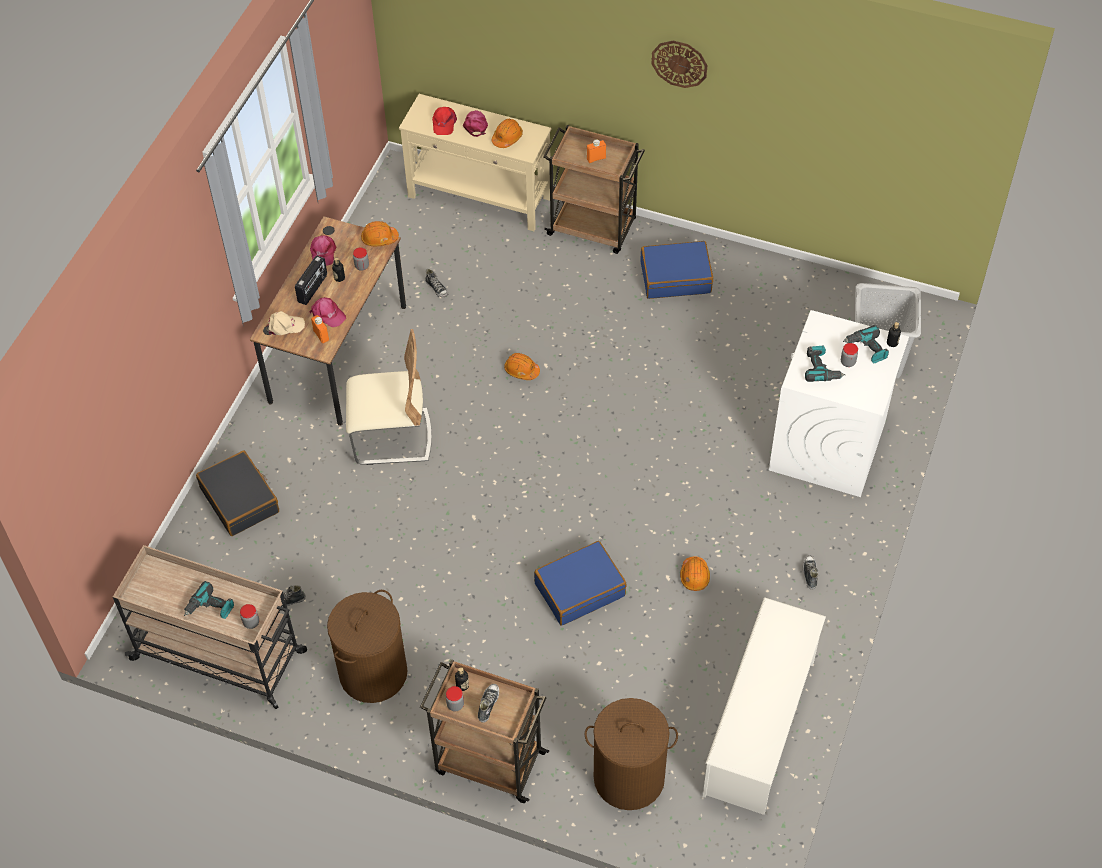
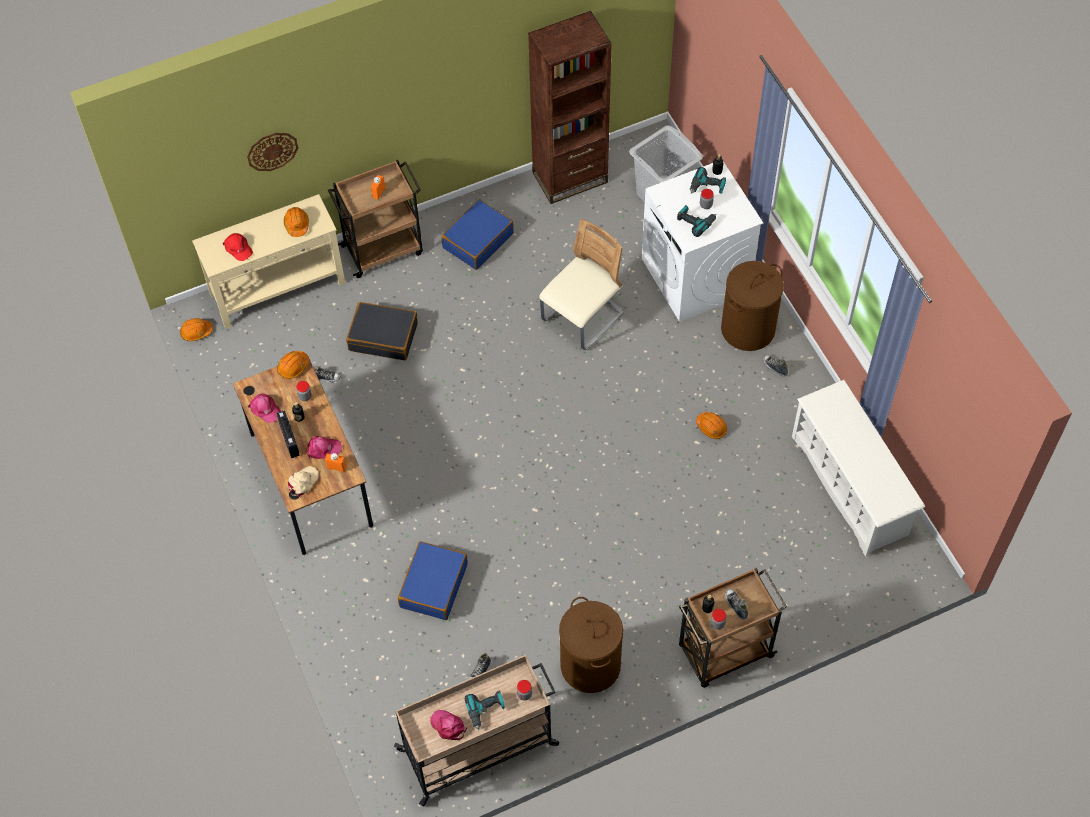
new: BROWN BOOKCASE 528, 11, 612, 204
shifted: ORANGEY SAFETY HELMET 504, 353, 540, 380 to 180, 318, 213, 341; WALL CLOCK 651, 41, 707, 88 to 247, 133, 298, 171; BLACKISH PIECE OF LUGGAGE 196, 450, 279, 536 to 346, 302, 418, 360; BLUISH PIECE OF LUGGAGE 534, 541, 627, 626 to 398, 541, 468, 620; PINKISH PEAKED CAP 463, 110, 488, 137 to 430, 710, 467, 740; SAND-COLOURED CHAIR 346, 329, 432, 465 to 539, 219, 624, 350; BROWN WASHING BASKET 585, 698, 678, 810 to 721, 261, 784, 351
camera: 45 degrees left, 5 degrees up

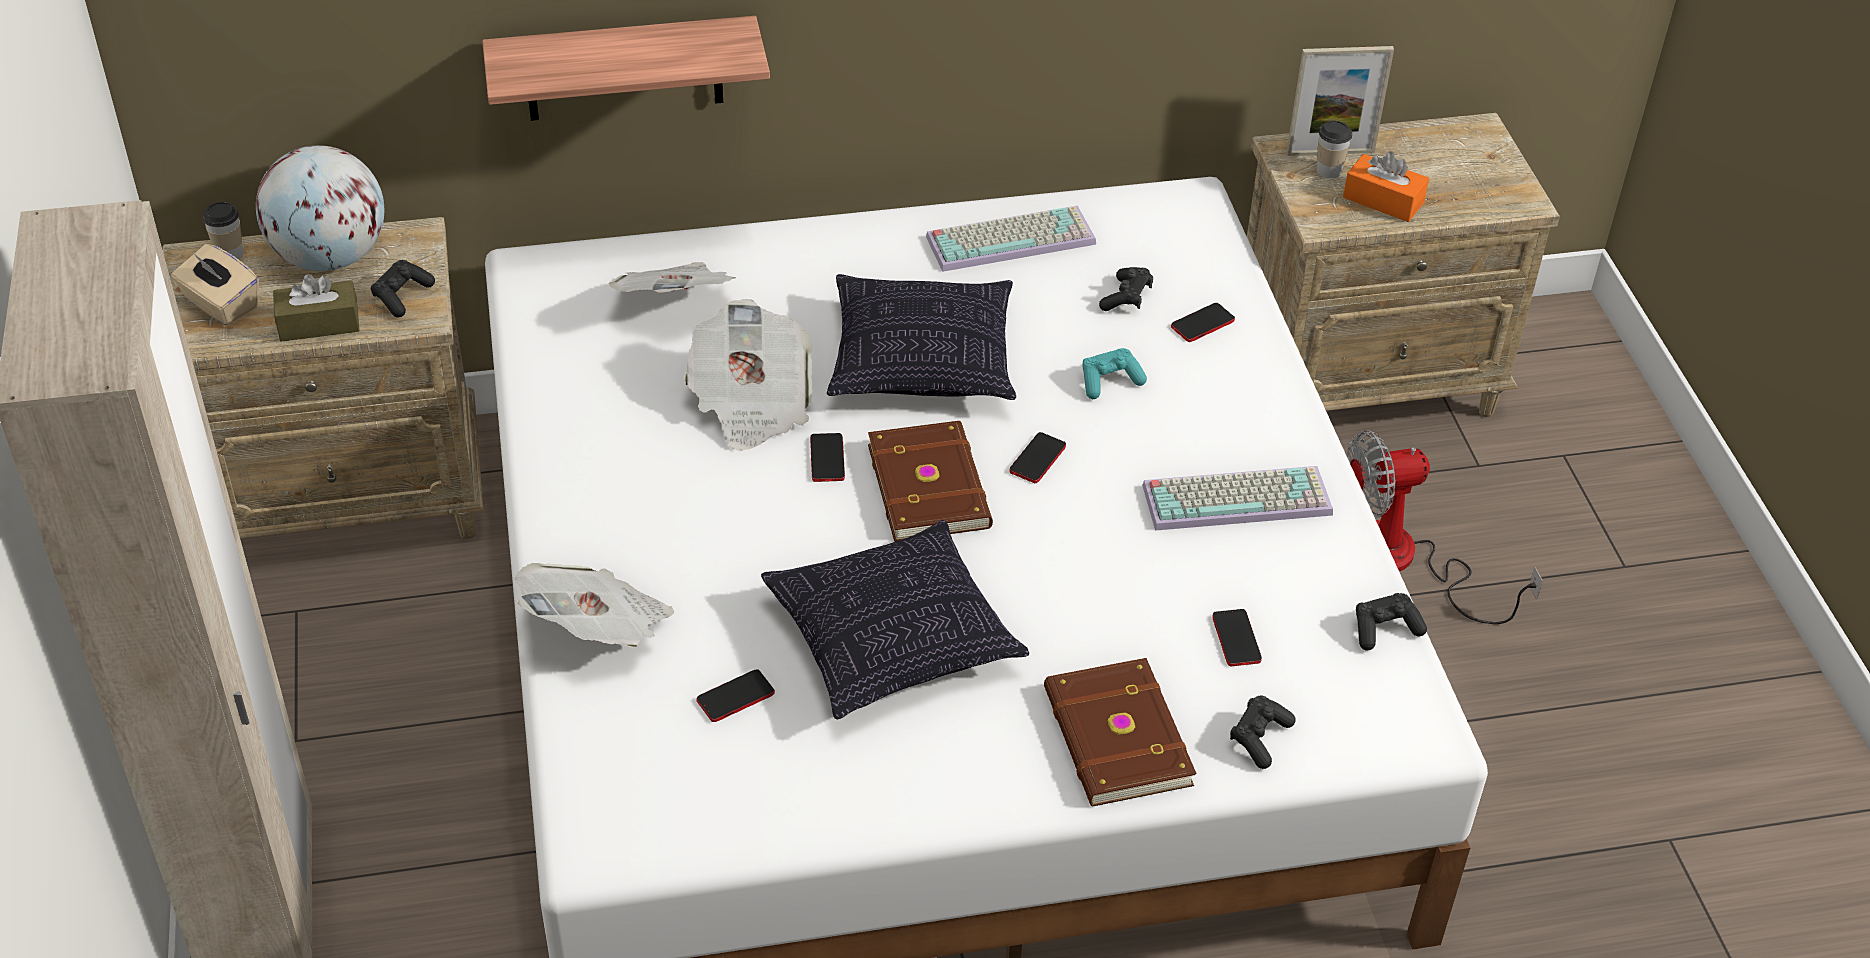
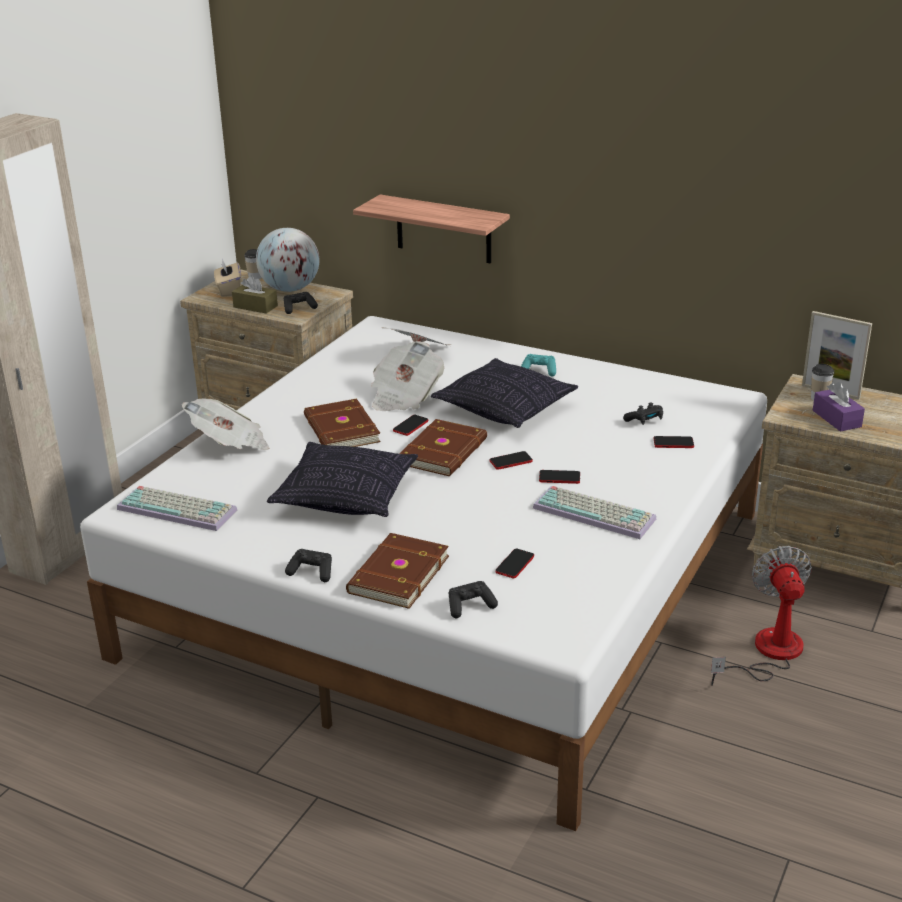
new: BROWN VOLUME 304, 398, 381, 447
shifted: PC KEYBOARD 926, 205, 1096, 272 to 117, 486, 237, 531; BLACKISH GAMEPAD 1356, 593, 1427, 650 to 285, 549, 332, 582; TURQUOISE-COLOURED GAMEPAD 1083, 348, 1147, 399 to 521, 354, 556, 376; TELEPHONE 696, 669, 775, 722 to 539, 470, 580, 484
repainted: ORANGEY TISSUE BOX 1343, 151, 1429, 222 to PURPLE-COLOURED TISSUE BOX 813, 382, 865, 432
rotated: ELECTRIC FAN 1347, 430, 1543, 624 = 711, 546, 812, 686 60 degrees clockwise
camera: 40 degrees right, 15 degrees down

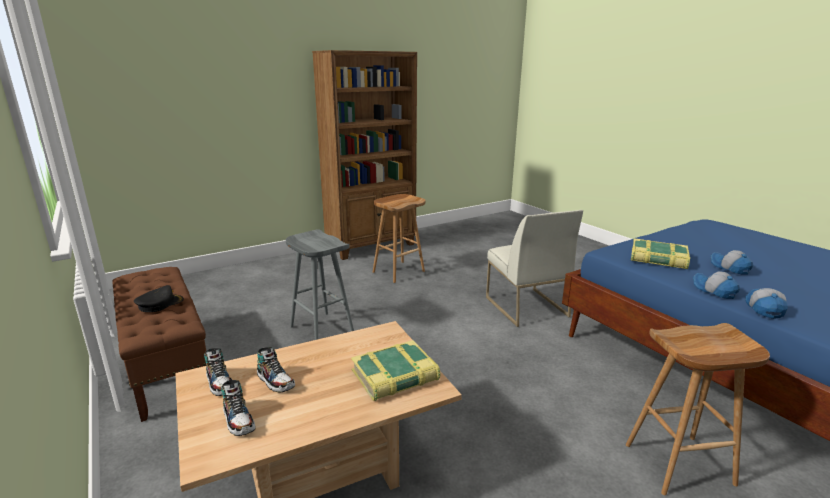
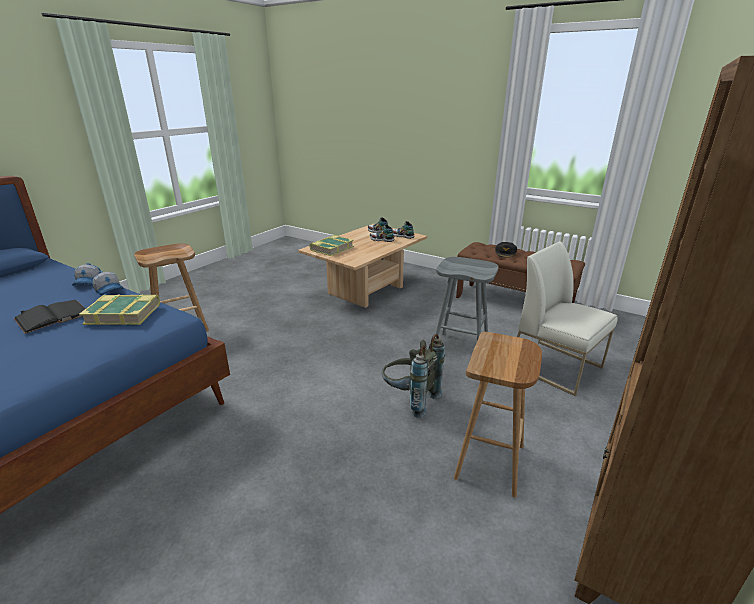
new: GREYISH RUCKSACK 382, 334, 445, 418
shifted: WHITE CHAIR 486, 210, 583, 327 to 517, 241, 618, 396
swapped: PEAKED CAP 711, 250, 753, 275 to BLACKISH VOLUME 14, 300, 86, 334
camera: 155 degrees right, 5 degrees up

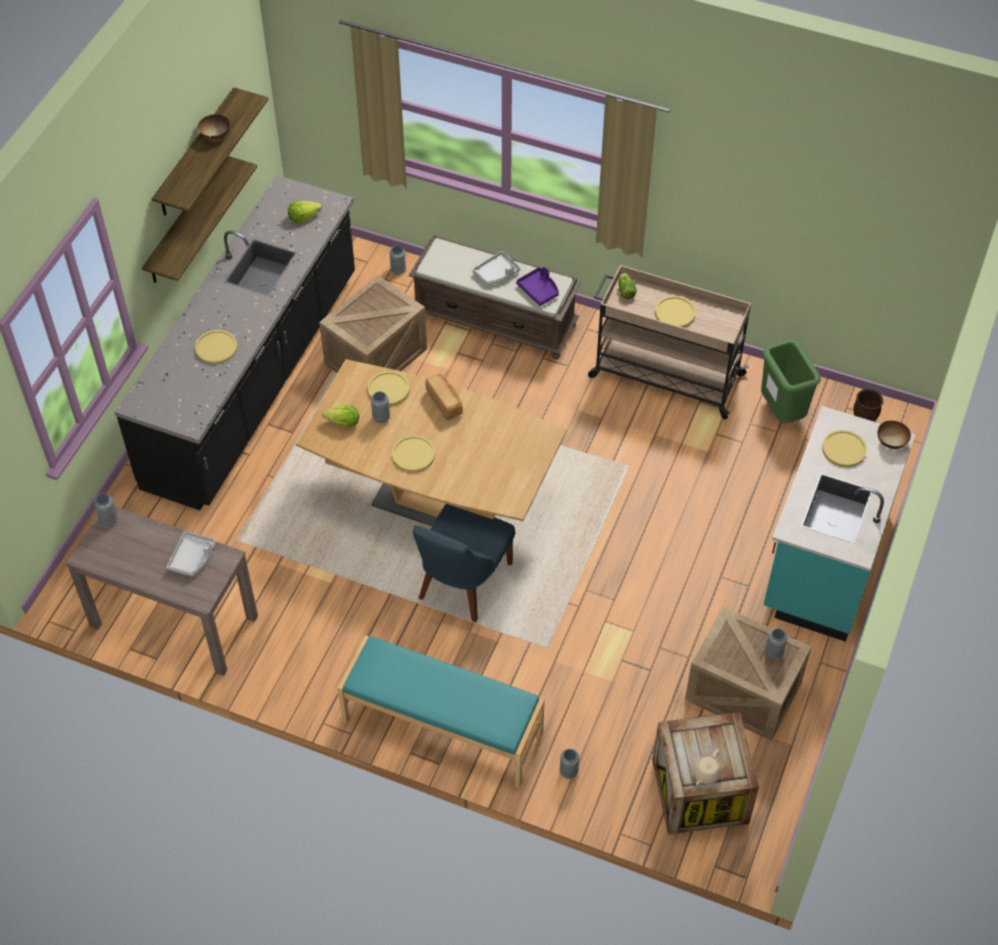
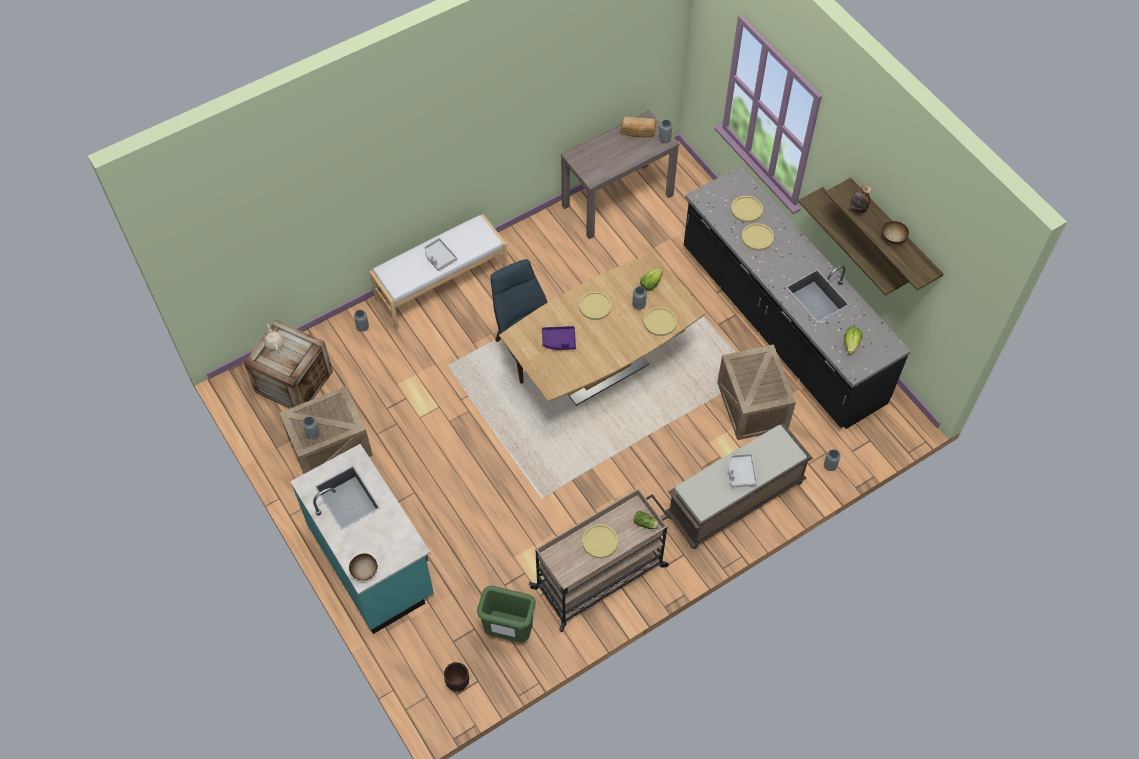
new: BOTTLE 850, 184, 872, 214
shifted: GREYISH TRAY 167, 531, 216, 576 to 424, 238, 457, 271; PURPLE-COLOURED TRAY 516, 267, 559, 306 to 542, 326, 576, 350; BAKERY BREAD 426, 374, 463, 420 to 621, 117, 656, 137; YELLOW-COLOURED FLAT DISH 822, 430, 867, 467 to 731, 196, 763, 222
repainted: TURQUOISE-COLOURED INDOOR BENCH 337, 635, 545, 788 to WHITE INDOOR BENCH 369, 214, 508, 330
camera: 125 degrees right, 5 degrees up

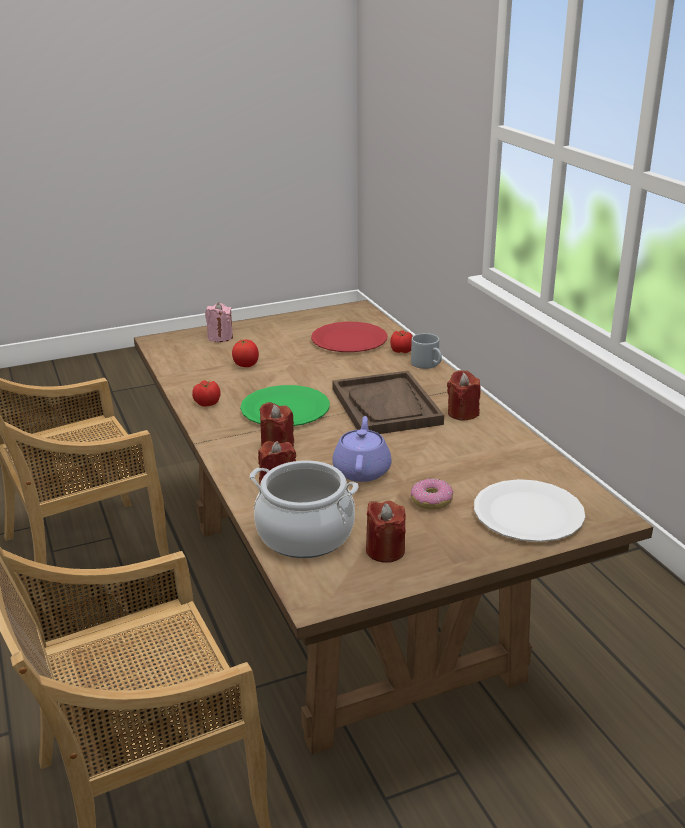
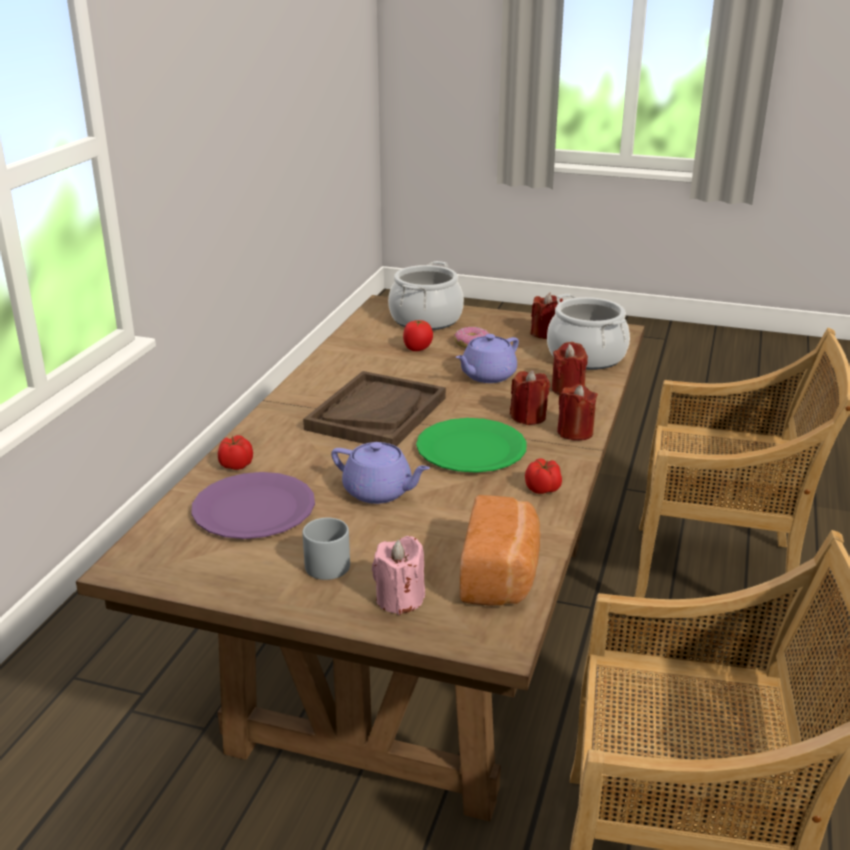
new: PURPLE-COLOURED TEA POT 331, 442, 430, 504; BAKERY BREAD 460, 495, 541, 605
shifted: GREYISH COFFEE MUG 411, 333, 442, 369 to 302, 518, 350, 580; TOMATO 232, 340, 259, 367 to 403, 320, 433, 351; RED WAX CANDLE 447, 370, 481, 421 to 557, 384, 598, 441
swapped: WHITE FLAT DISH 474, 479, 585, 542 to COOKING POT 388, 261, 464, 330
repainted: RED FLAT DISH 311, 322, 387, 352 to PURPLE-COLOURED FLAT DISH 191, 472, 315, 539
camera: 140 degrees left, 0 degrees up

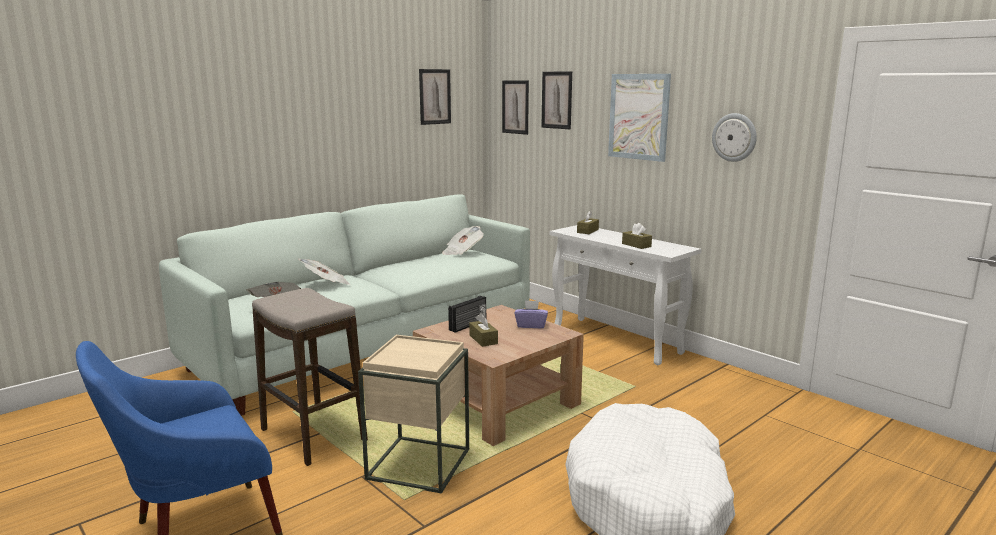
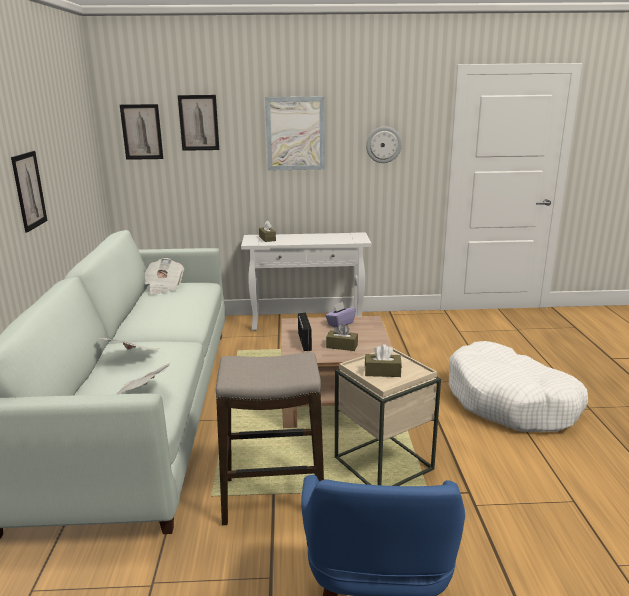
shifted: WALL PICTURE 419, 69, 451, 125 to 11, 151, 47, 233; BROWN TISSUE BOX 622, 223, 652, 249 to 365, 344, 402, 377
camera: 50 degrees left, 5 degrees up

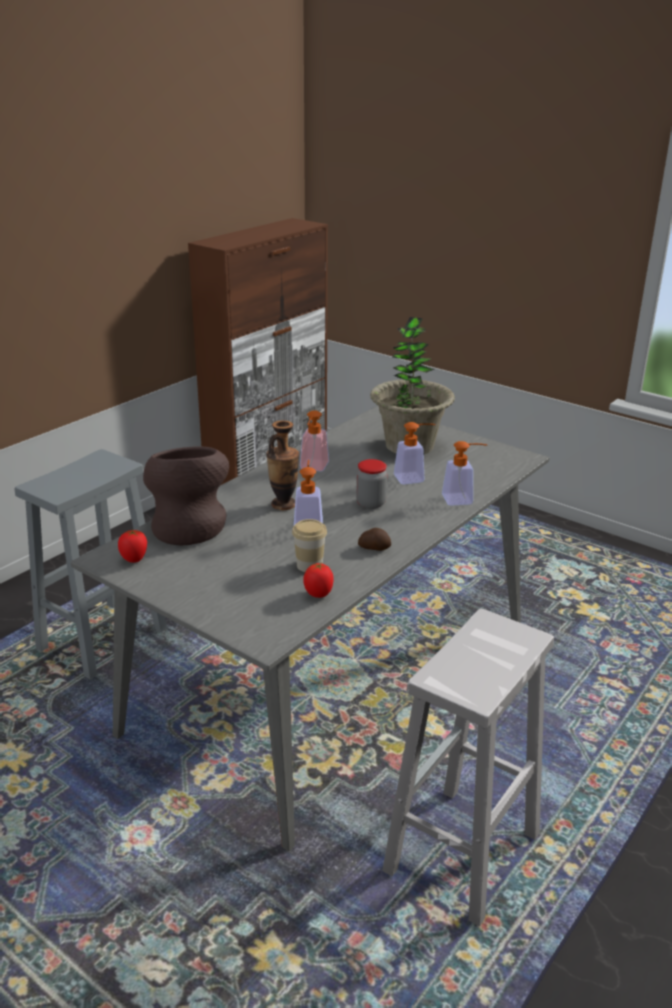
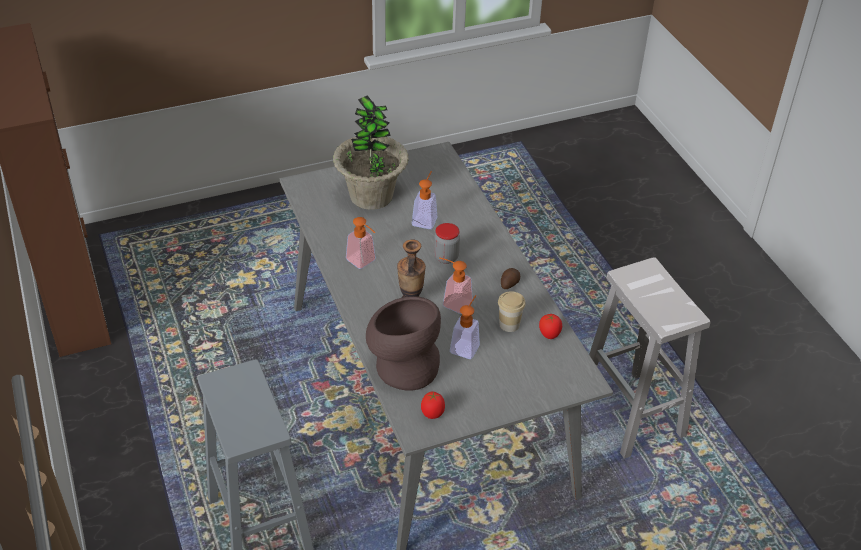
shifted: LIQUID SOAP BOTTLE 442, 441, 488, 506 to 450, 295, 480, 359
camera: 60 degrees left, 15 degrees up

